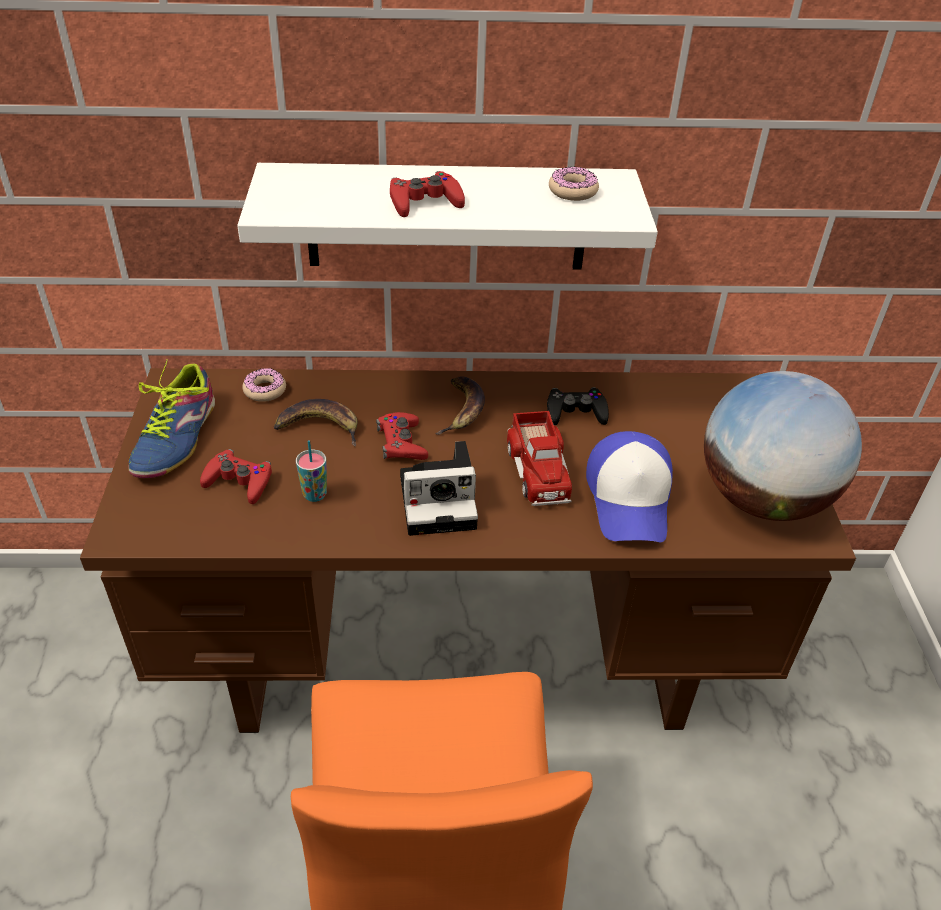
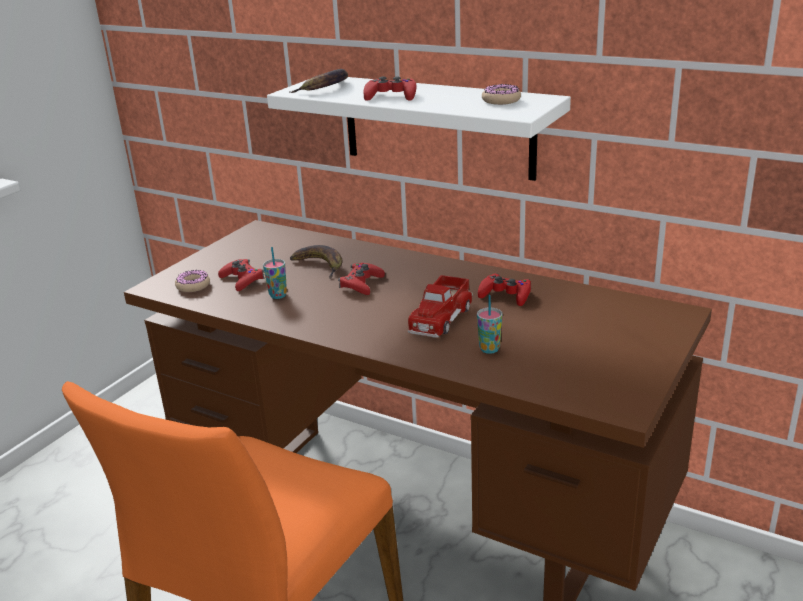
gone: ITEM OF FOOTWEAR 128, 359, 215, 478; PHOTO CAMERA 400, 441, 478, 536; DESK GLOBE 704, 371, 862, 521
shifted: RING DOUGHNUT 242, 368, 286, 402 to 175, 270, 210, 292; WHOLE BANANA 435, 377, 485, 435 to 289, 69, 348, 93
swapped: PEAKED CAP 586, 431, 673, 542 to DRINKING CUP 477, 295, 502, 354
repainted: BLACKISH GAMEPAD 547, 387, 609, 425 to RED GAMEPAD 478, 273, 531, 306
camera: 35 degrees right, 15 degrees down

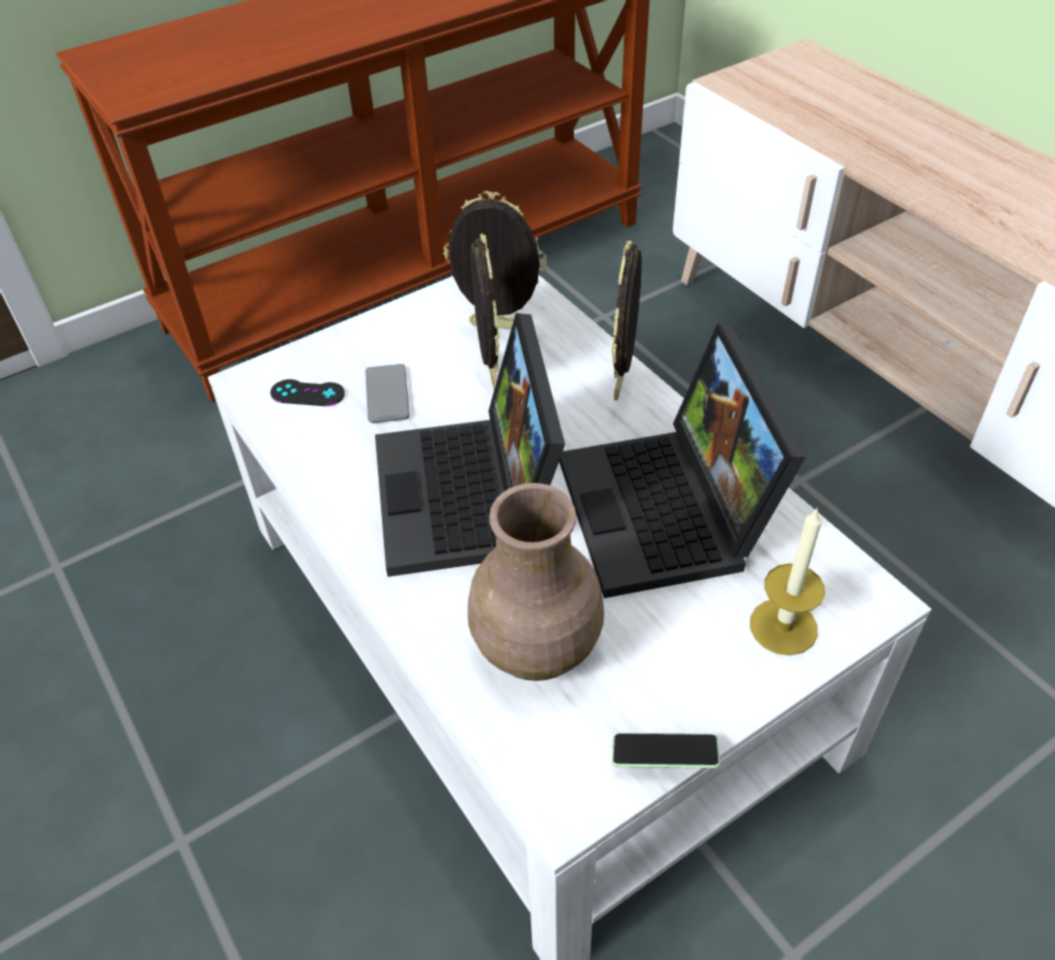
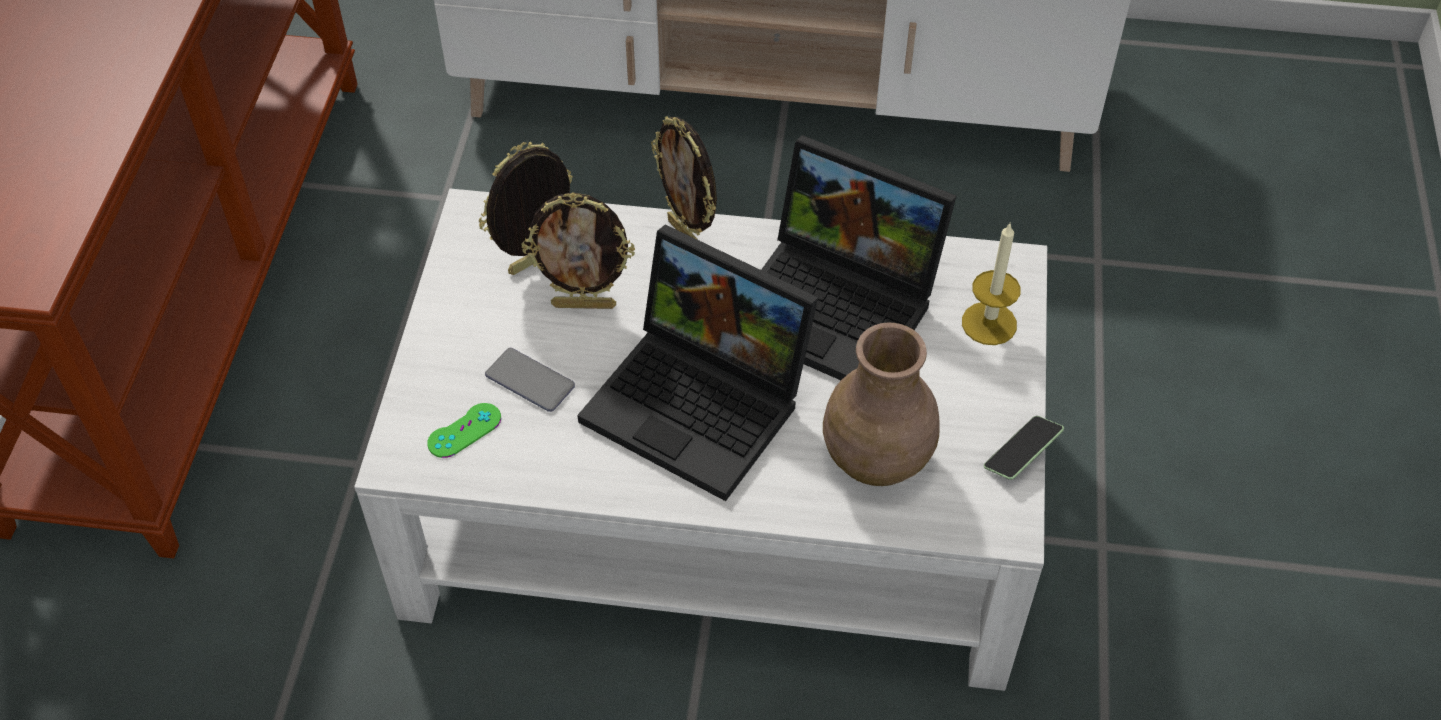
repainted: BLACKISH GAMEPAD 270, 379, 345, 406 to GREEN-COLOURED GAMEPAD 427, 403, 501, 458
rotated: PHOTO FRAME 471, 234, 499, 389 = 522, 192, 635, 309 150 degrees clockwise
camera: 50 degrees left, 5 degrees up

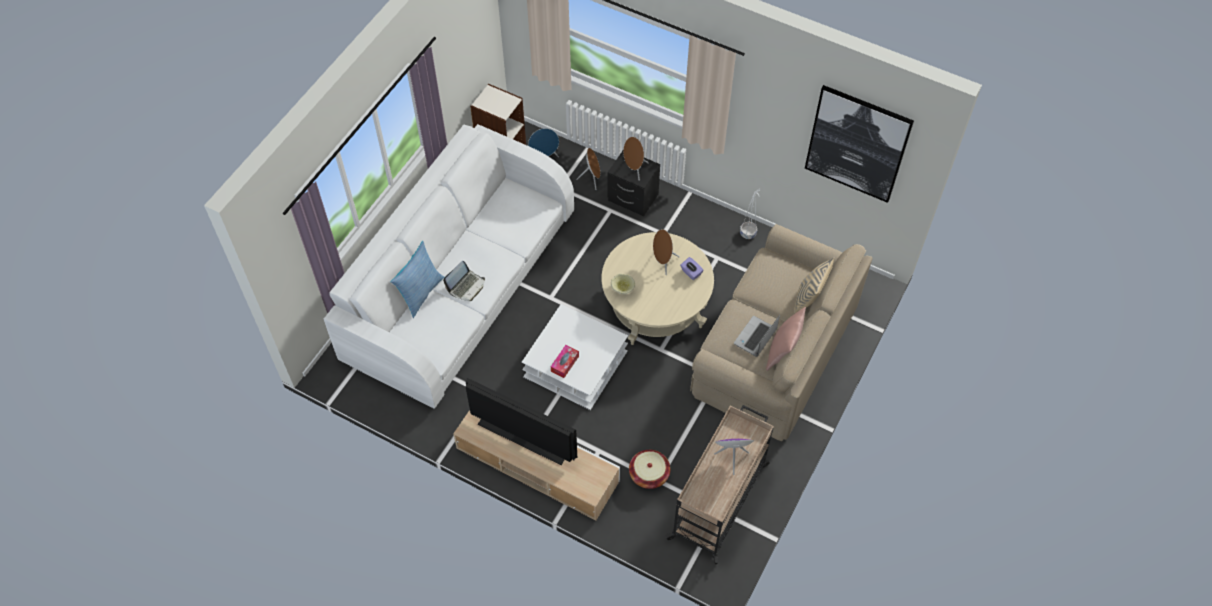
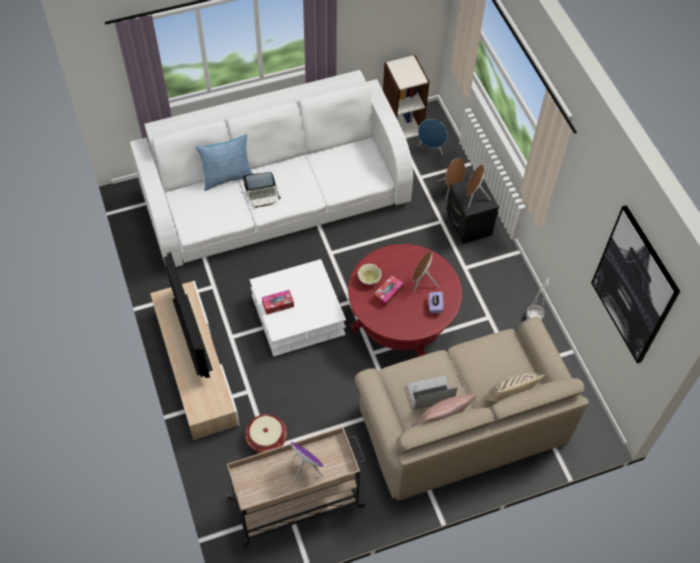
new: TISSUE BOX 373, 275, 404, 307
repainted: SAND-COLOURED COFFEE TABLE 602, 232, 714, 345 to RED COFFEE TABLE 348, 244, 462, 357
camera: 40 degrees right, 0 degrees up

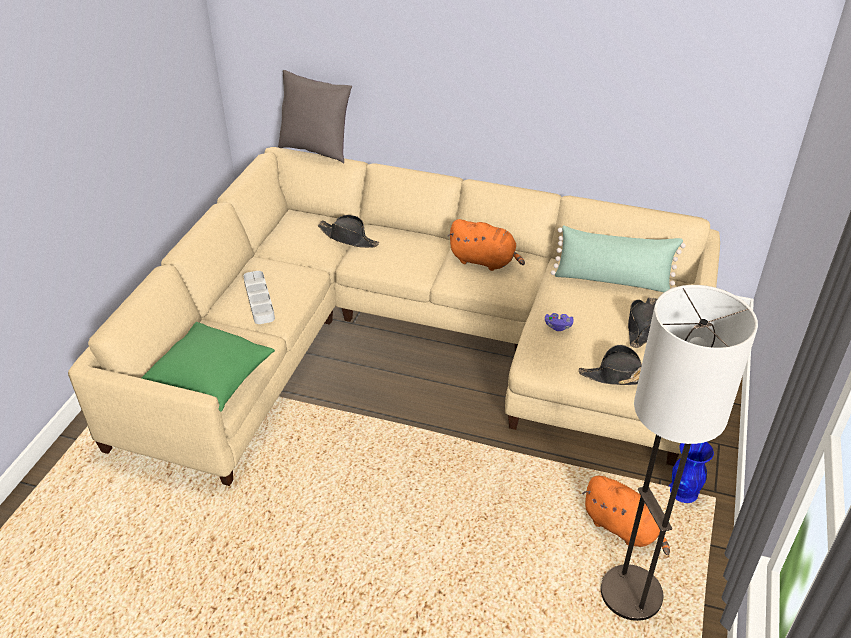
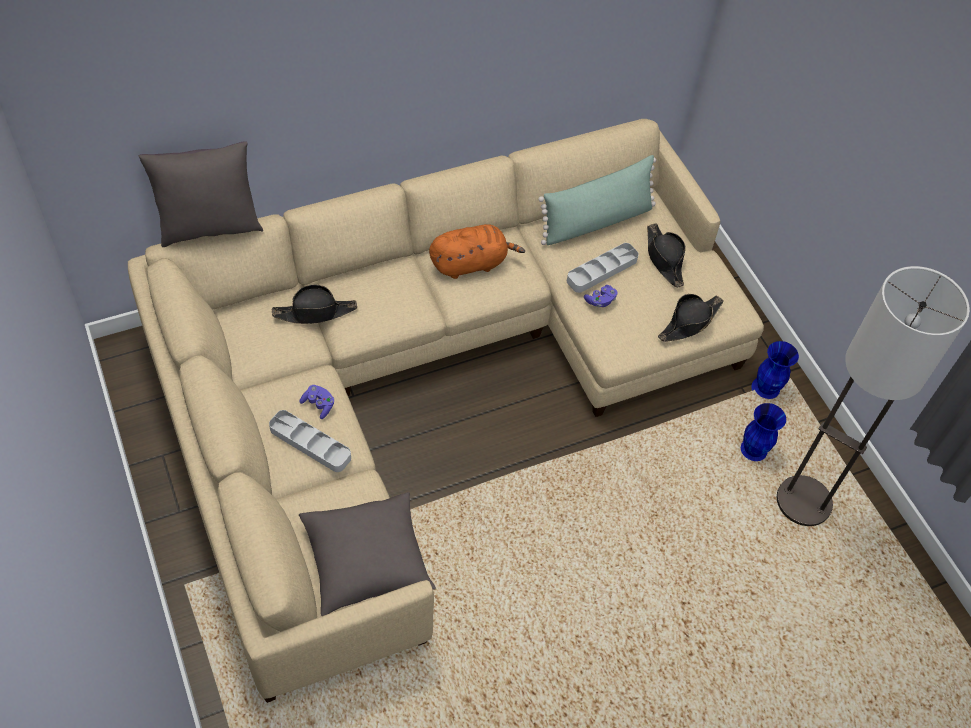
new: PURPLE-COLOURED GAMEPAD 299, 385, 334, 419; GREYISH TRAY 567, 243, 639, 293
swapped: ORANGEY SOFT TOY 582, 476, 670, 555 to BLUISH FLOWER VASE 741, 403, 786, 461
repainted: GREEN-COLOURED CUSHION 141, 322, 275, 412 to GREYISH CUSHION 299, 492, 436, 616
camera: 45 degrees left, 15 degrees up

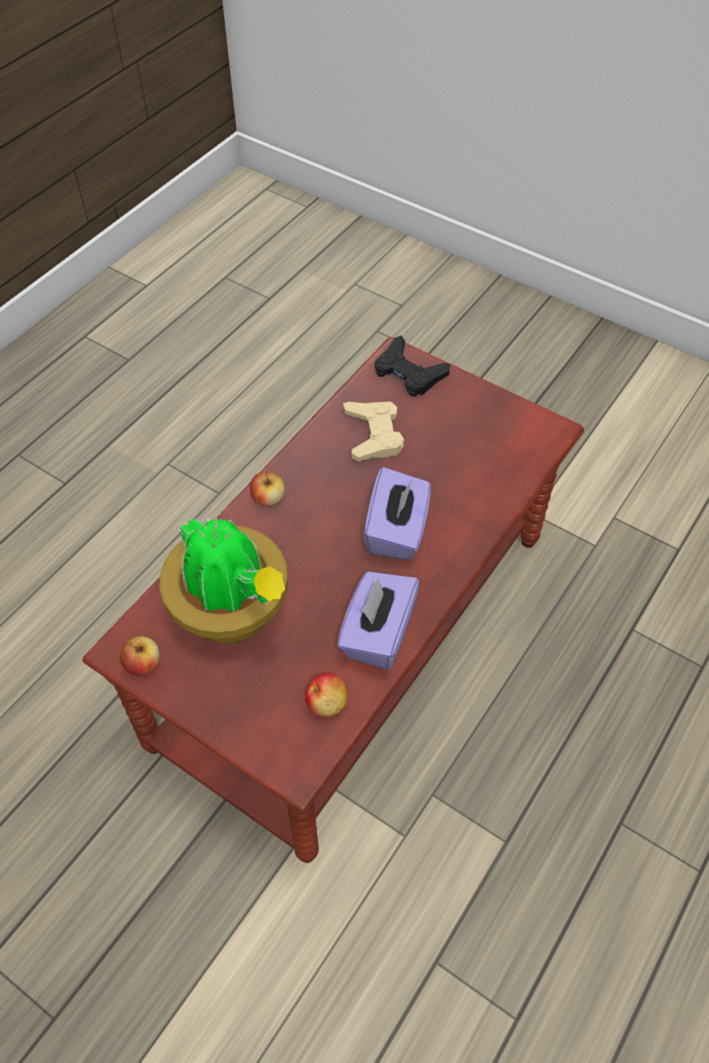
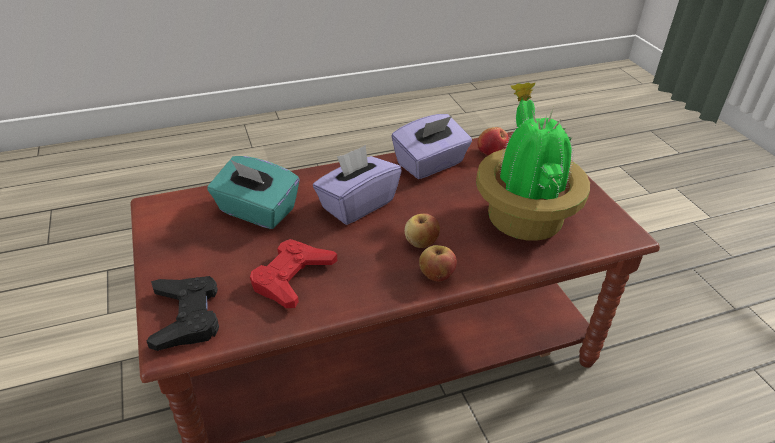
new: TURQUOISE-COLOURED TISSUE BOX 207, 156, 299, 229
shifted: APPLE FRUIT 119, 636, 160, 676 to 405, 214, 440, 248
repainted: SAND-COLOURED GAMEPAD 343, 402, 404, 461 to RED GAMEPAD 250, 239, 337, 308
camera: 145 degrees left, 15 degrees down

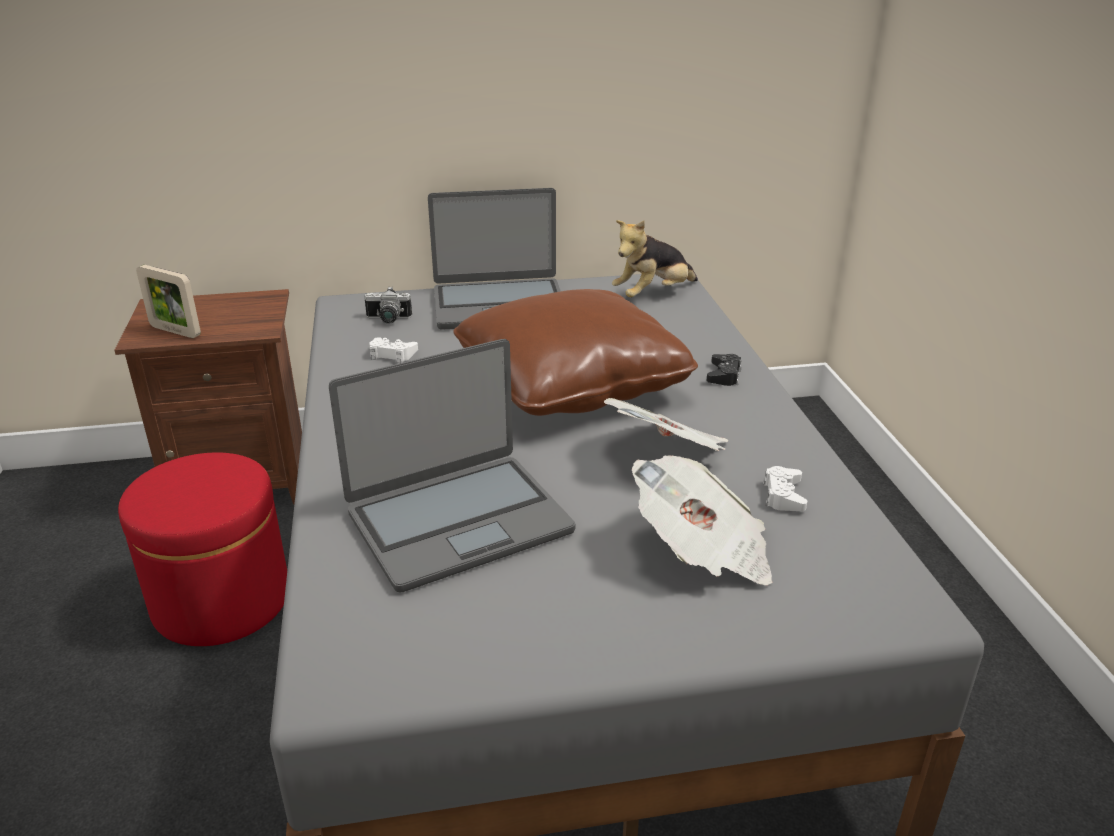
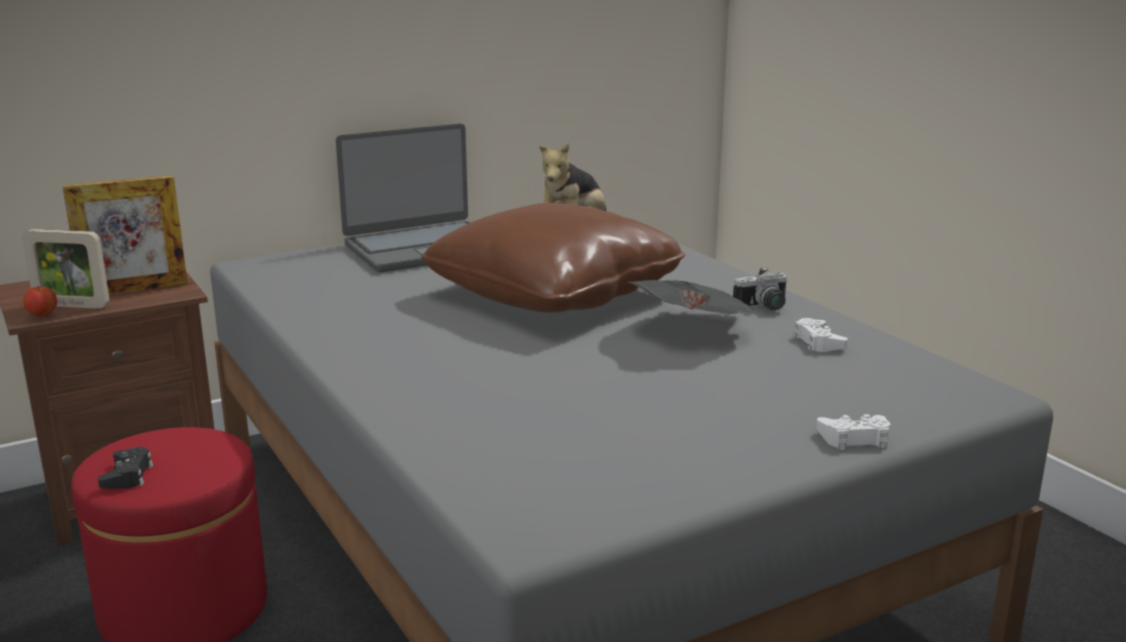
gone: NOTEBOOK COMPUTER 329, 339, 575, 593; PRINTED PAPER 632, 455, 773, 585
new: APPLE FRUIT 23, 286, 57, 317; PHOTO FRAME 62, 175, 188, 295
shifted: BLACKISH GAMEPAD 706, 354, 742, 386 to 98, 447, 153, 489; PHOTO CAMERA 365, 286, 412, 324 to 733, 267, 787, 310; WHITE GAMEPAD 369, 337, 418, 363 to 816, 414, 890, 450
camera: 20 degrees left, 10 degrees down

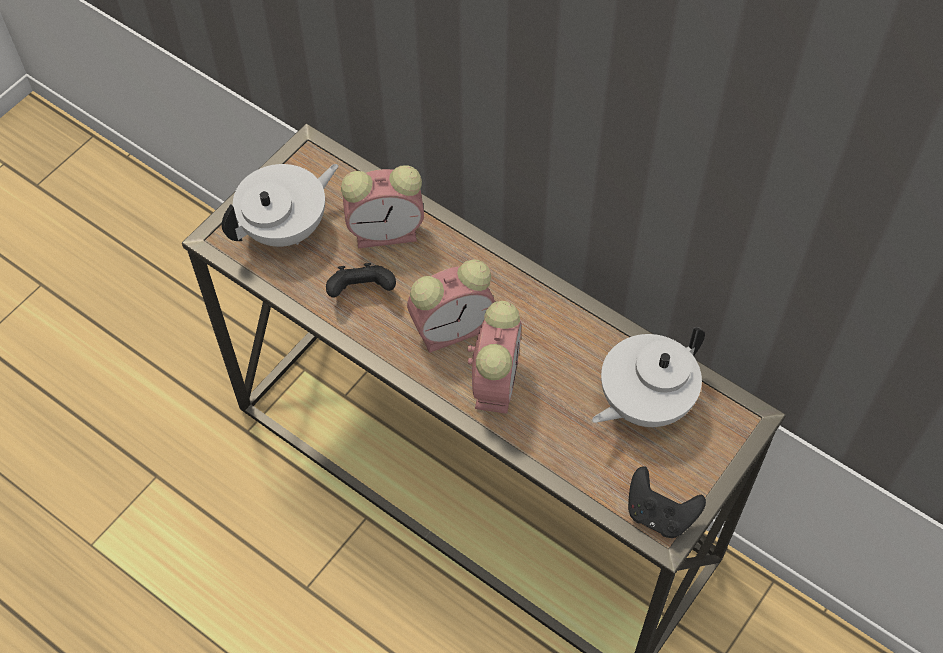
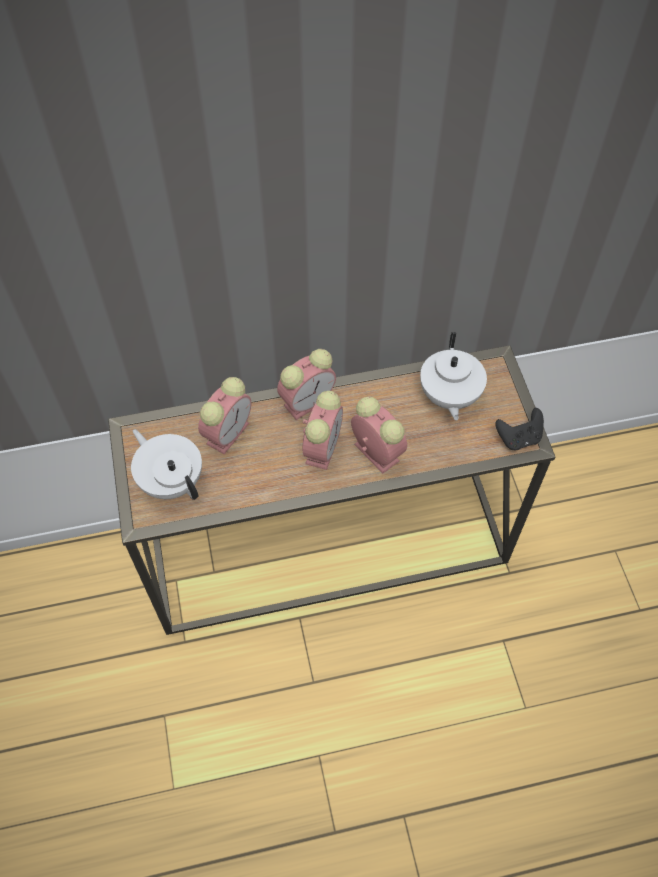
gone: BLACKISH GAMEPAD 326, 263, 396, 298
new: ALARM CLOCK 277, 349, 336, 420
rotated: WHITE TEA POT 222, 164, 339, 247 = 131, 429, 202, 500 45 degrees counterclockwise
camera: 50 degrees left, 0 degrees up

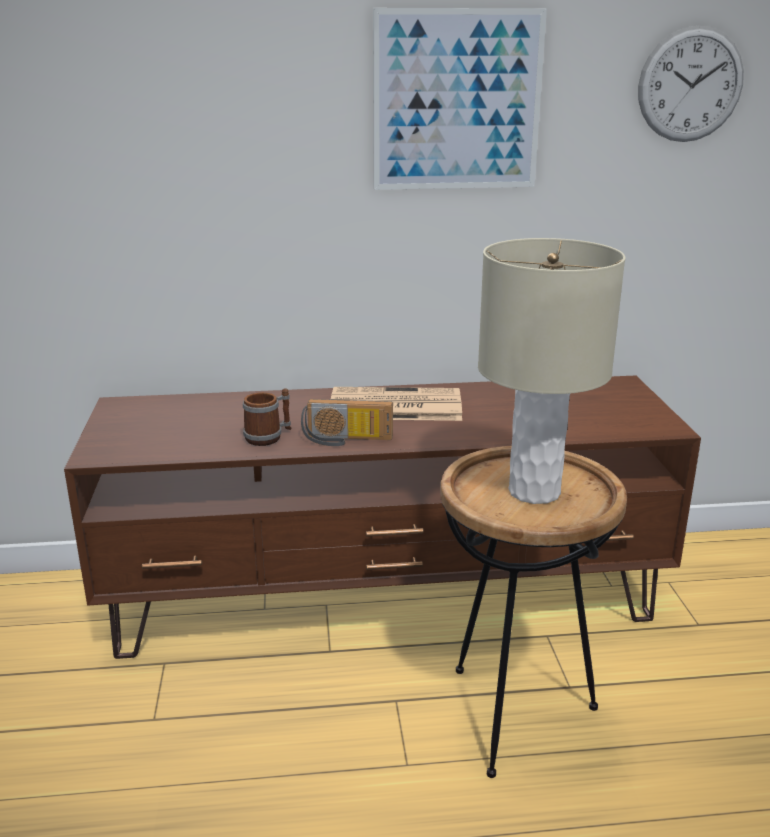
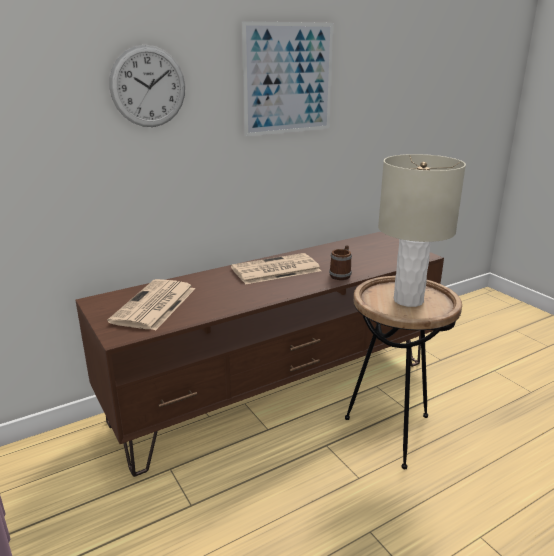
gone: RADIO SET 301, 399, 393, 446
new: PRINTED PAPER 108, 279, 195, 330
shifted: WALL CLOCK 638, 26, 744, 142 to 109, 45, 185, 127; COFFEE MUG 243, 388, 291, 446 to 329, 245, 352, 280
camera: 25 degrees left, 0 degrees up

